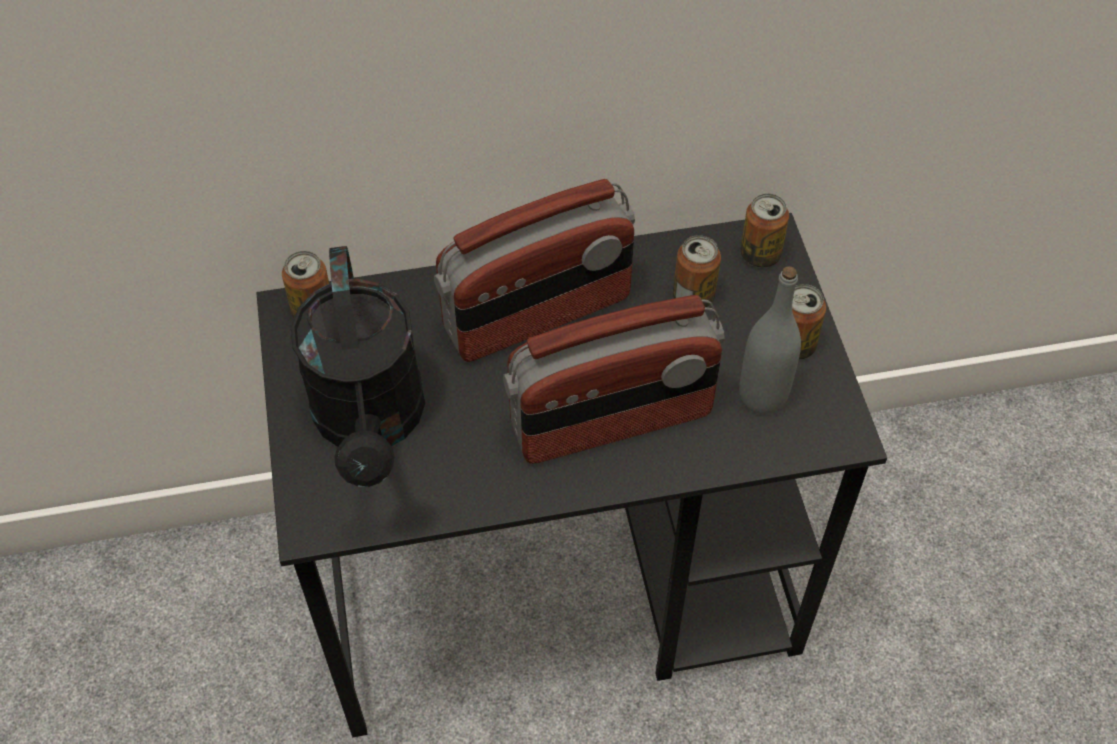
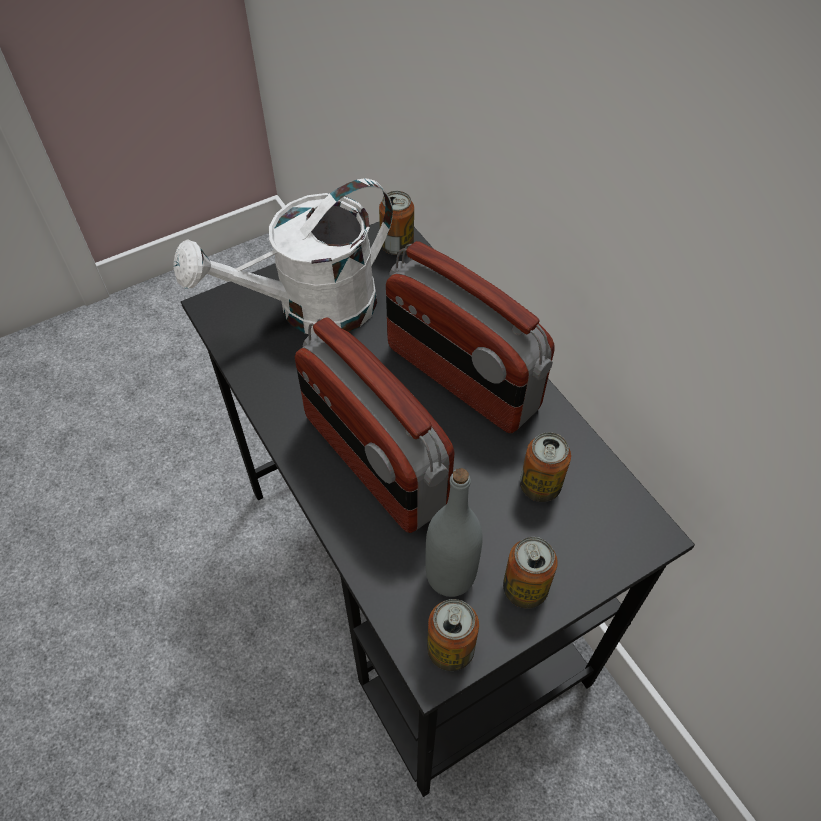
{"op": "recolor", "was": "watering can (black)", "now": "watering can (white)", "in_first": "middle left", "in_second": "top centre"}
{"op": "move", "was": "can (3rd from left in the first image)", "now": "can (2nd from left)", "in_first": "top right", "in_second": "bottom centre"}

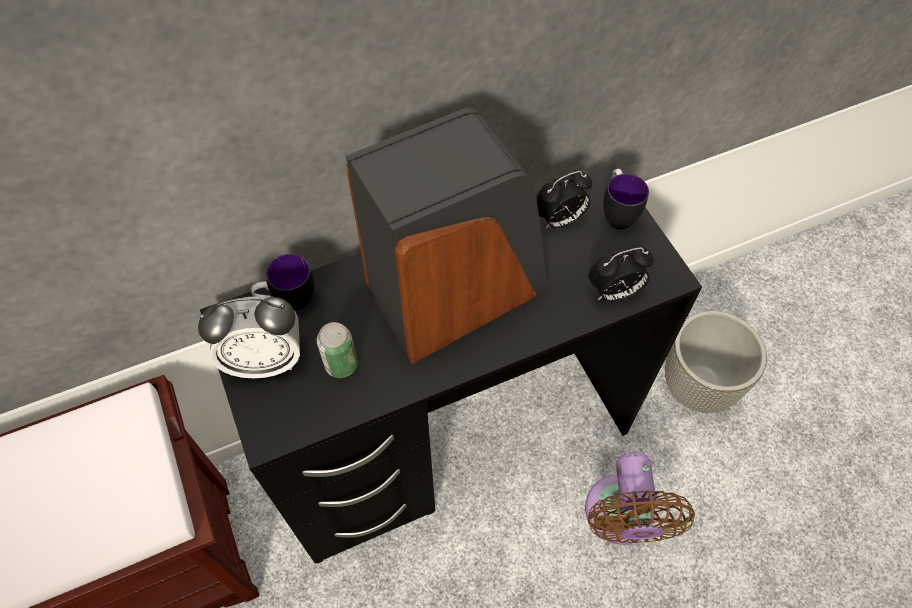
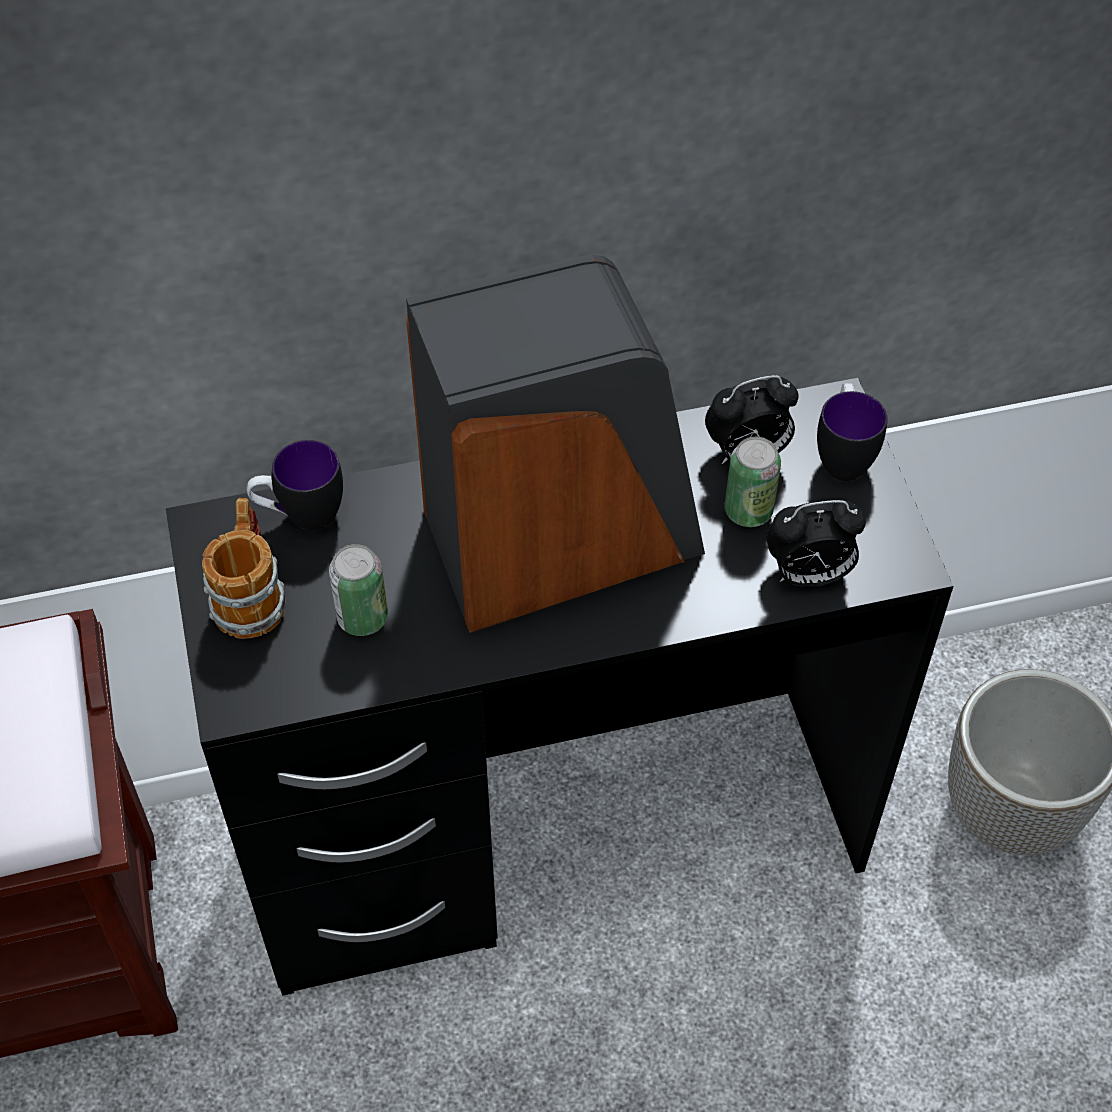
{"op": "replace", "was": "alarm clock (1st from left)", "now": "mug (1st from left)", "in_first": "middle left", "in_second": "middle left"}
{"op": "insert", "now": "can (2nd from left)", "in_second": "middle right"}
{"op": "delete", "was": "fan (brown)", "in_first": "bottom right"}

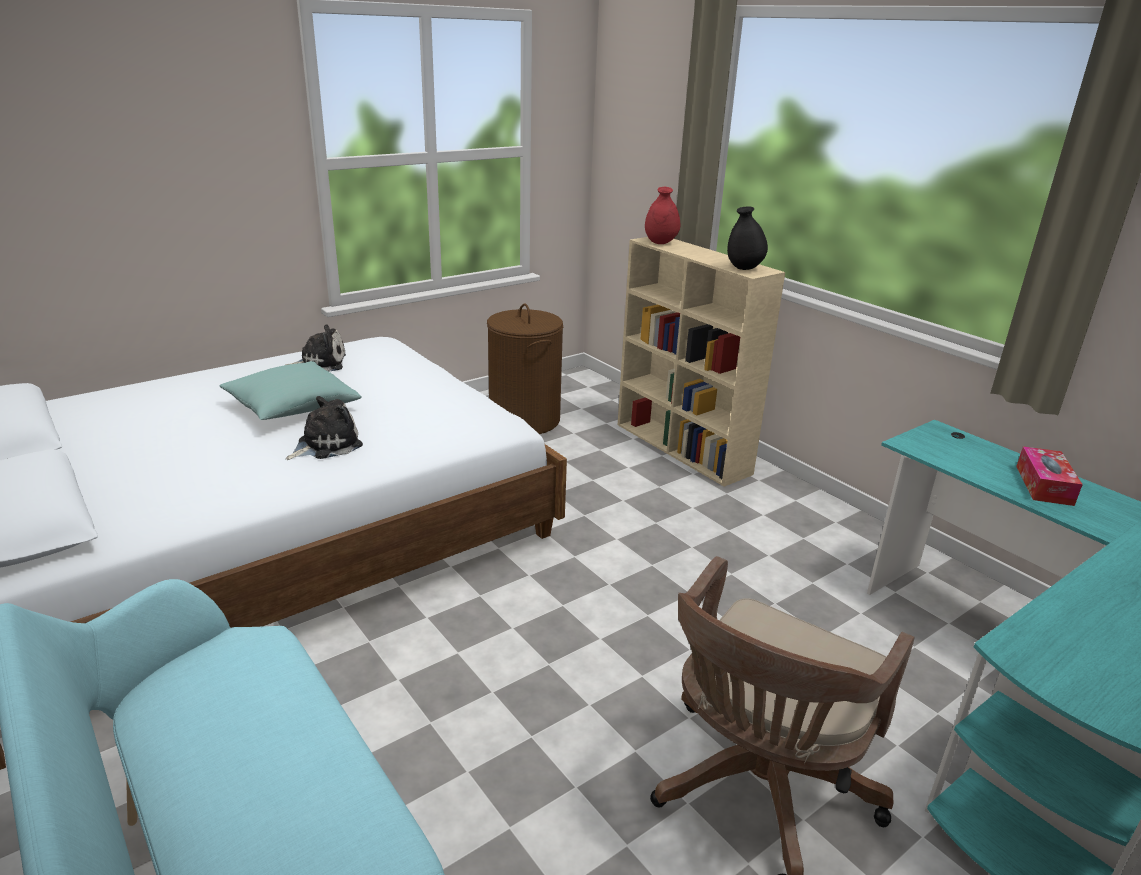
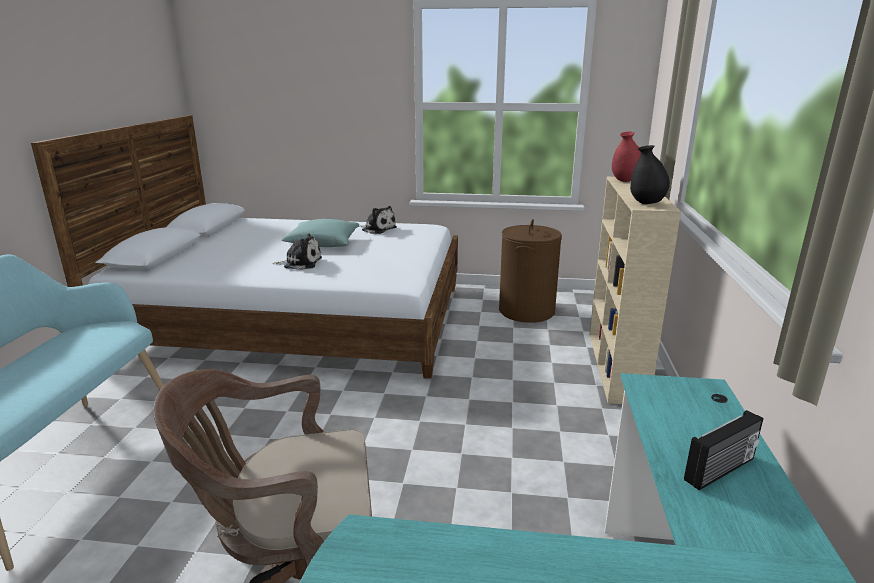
{"op": "replace", "was": "tissue box", "now": "radio", "in_first": "middle right", "in_second": "bottom right"}

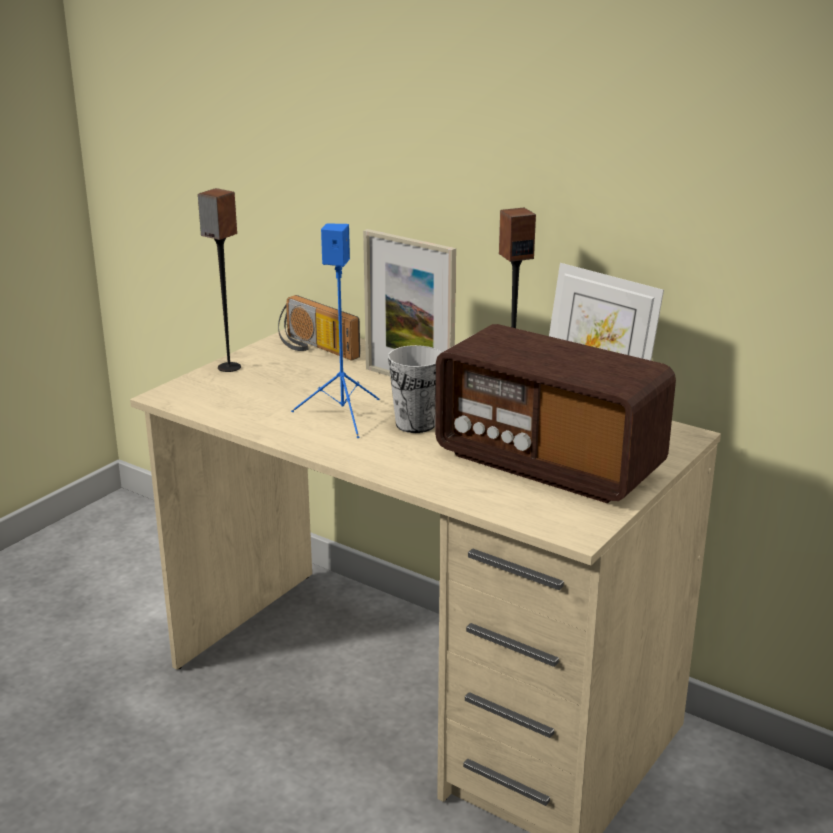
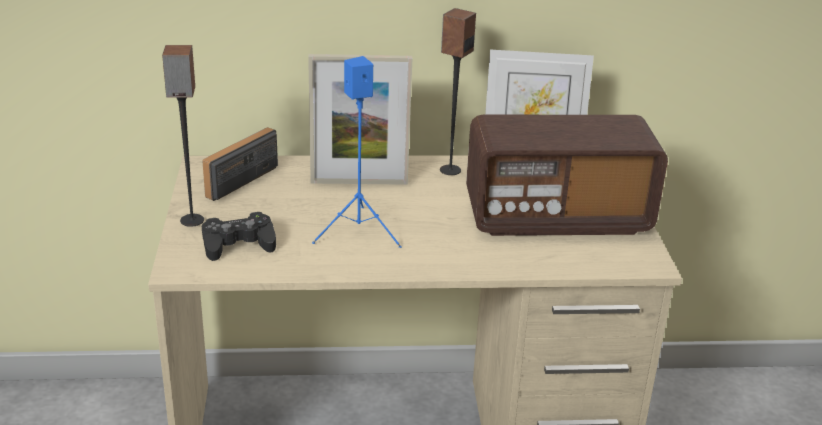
{"op": "rotate", "was": "radio (1st from left)", "in_first": "centre", "in_second": "middle left", "clockwise": 120}
{"op": "insert", "now": "game controller (black)", "in_second": "middle left"}
{"op": "delete", "was": "cup", "in_first": "centre"}

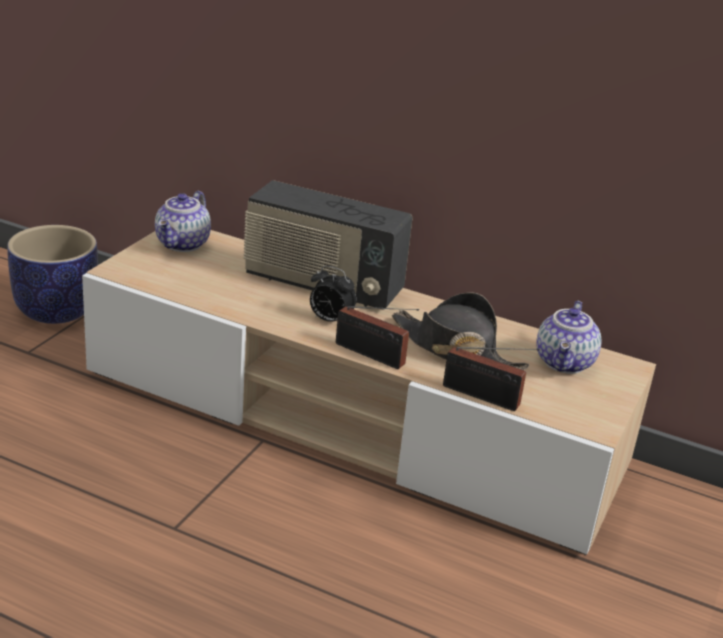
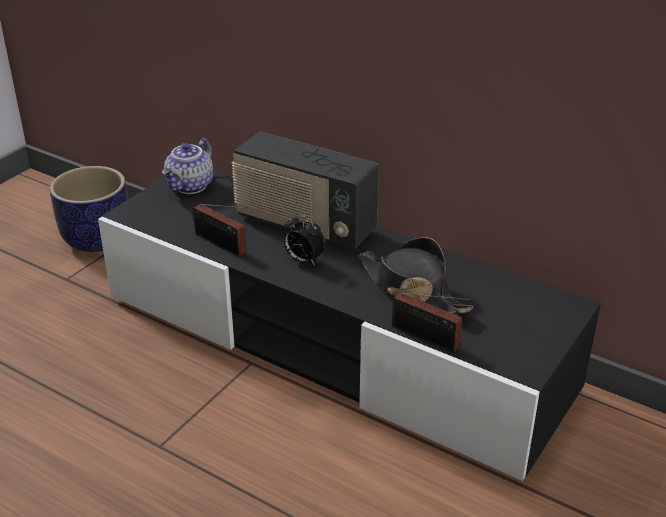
{"op": "recolor", "was": "tv stand (beige)", "now": "tv stand (black)", "in_first": "centre", "in_second": "centre"}
{"op": "move", "was": "radio (2nd from left in the first image)", "now": "radio (1st from left)", "in_first": "centre", "in_second": "middle left"}
{"op": "delete", "was": "teapot (2nd from left)", "in_first": "middle right"}

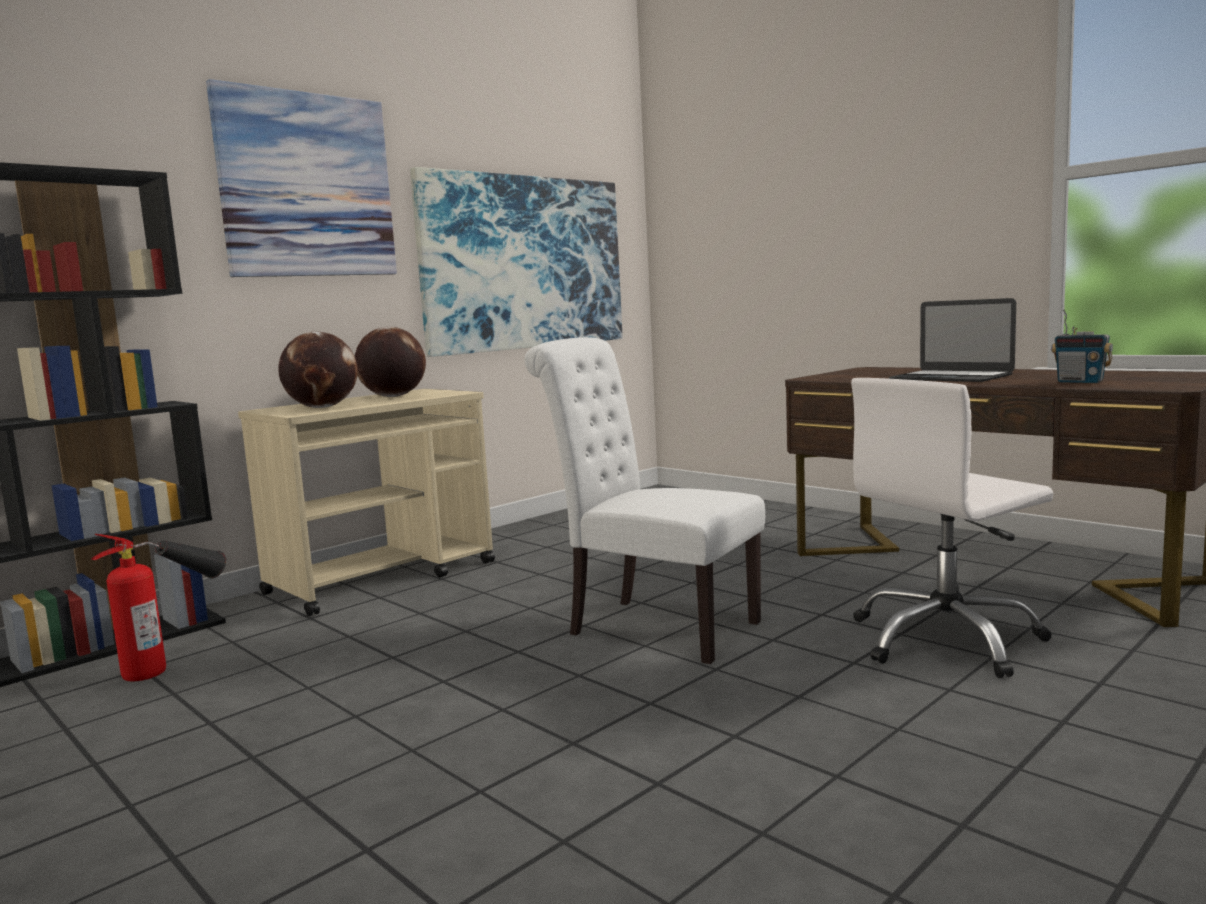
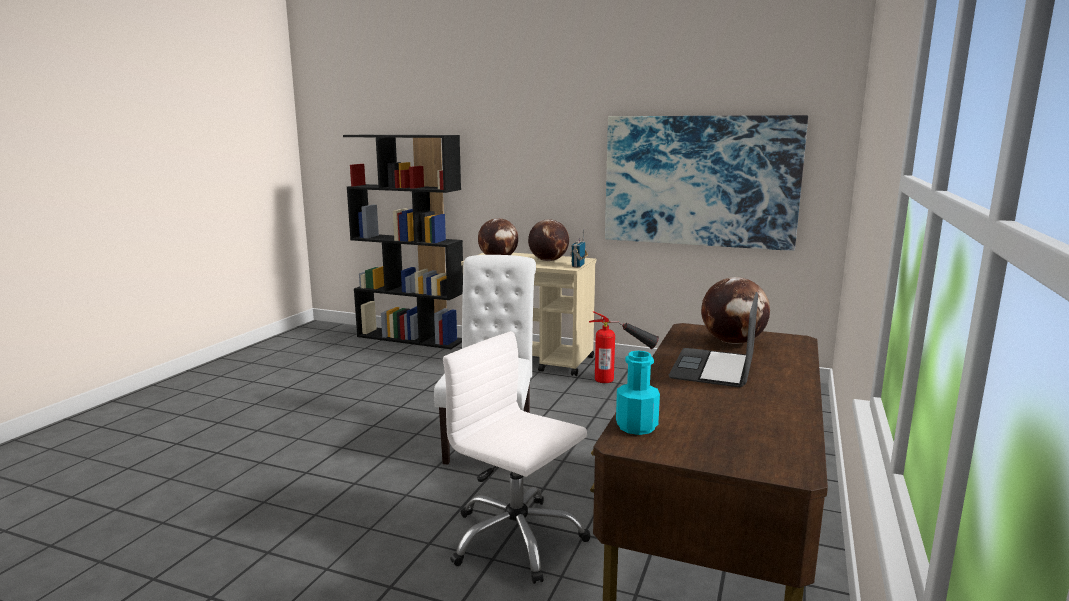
{"op": "move", "was": "radio", "in_first": "middle right", "in_second": "centre"}
{"op": "move", "was": "fire extinguisher", "in_first": "bottom left", "in_second": "centre"}
{"op": "insert", "now": "bottle (turquoise)", "in_second": "centre"}
{"op": "insert", "now": "globe (3rd from left)", "in_second": "middle right"}
{"op": "delete", "was": "picture (1st from left)", "in_first": "top left"}

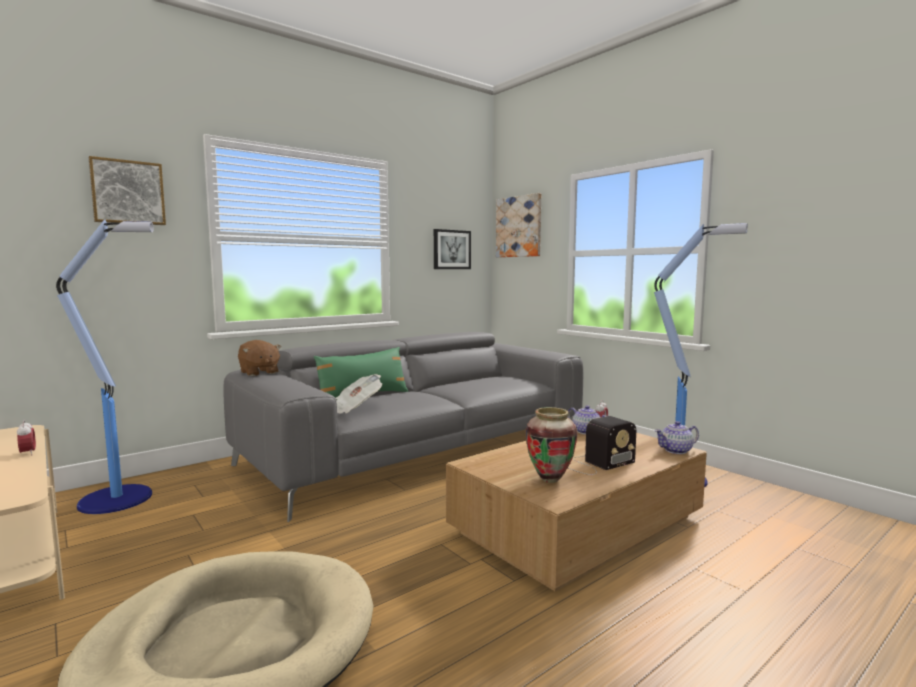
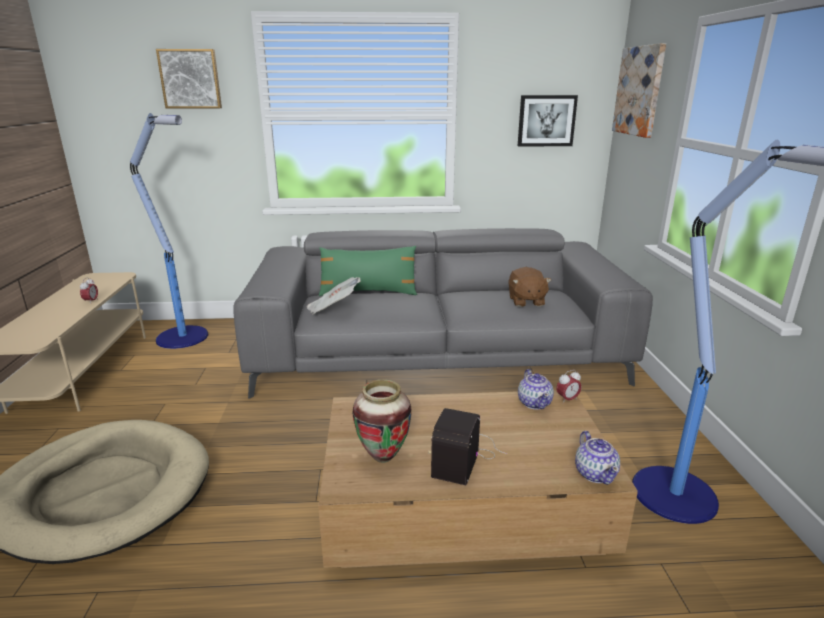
{"op": "rotate", "was": "radio", "in_first": "centre", "in_second": "bottom centre", "clockwise": 105}
{"op": "move", "was": "plush toy (brown)", "in_first": "middle left", "in_second": "centre"}
{"op": "rotate", "was": "teapot (2nd from left)", "in_first": "middle right", "in_second": "bottom right", "clockwise": -120}

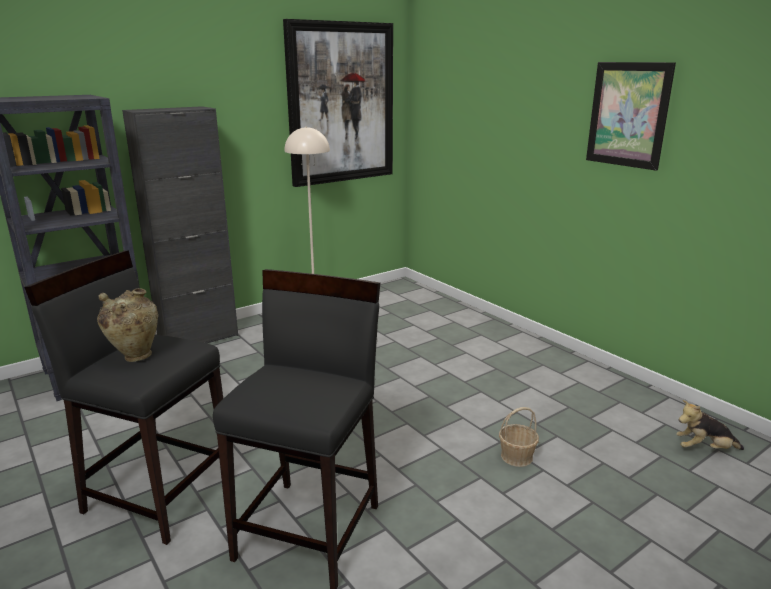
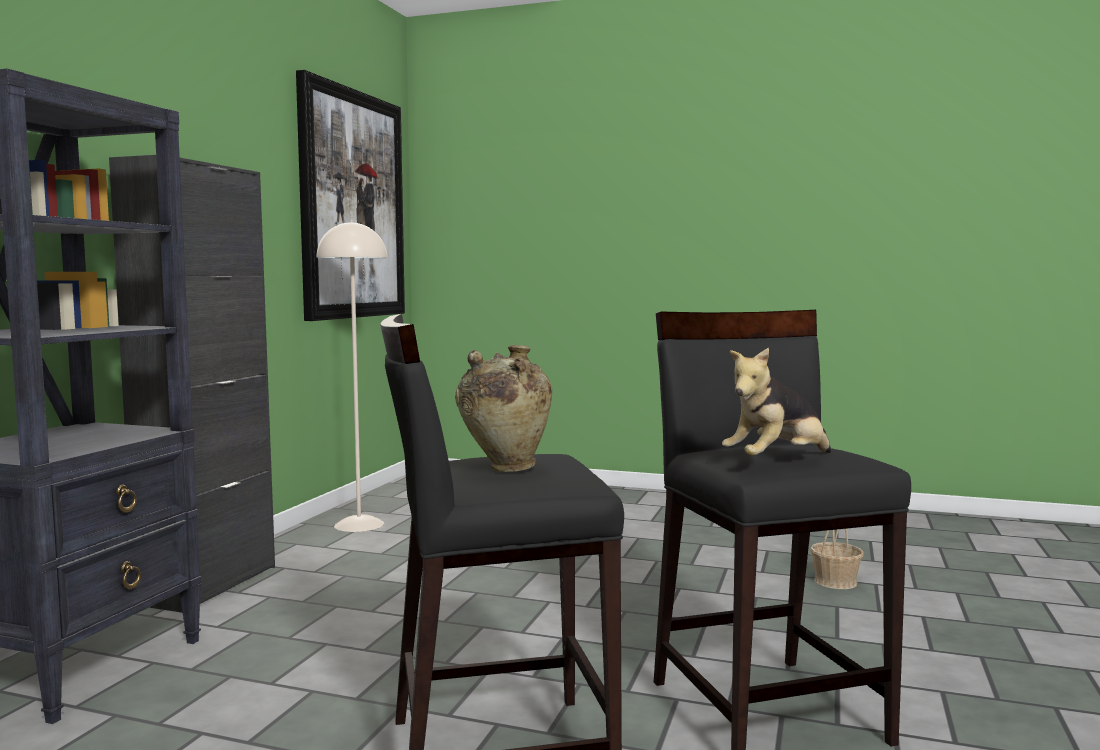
{"op": "move", "was": "plush toy", "in_first": "bottom right", "in_second": "middle right"}
{"op": "delete", "was": "picture (2nd from left)", "in_first": "top right"}

